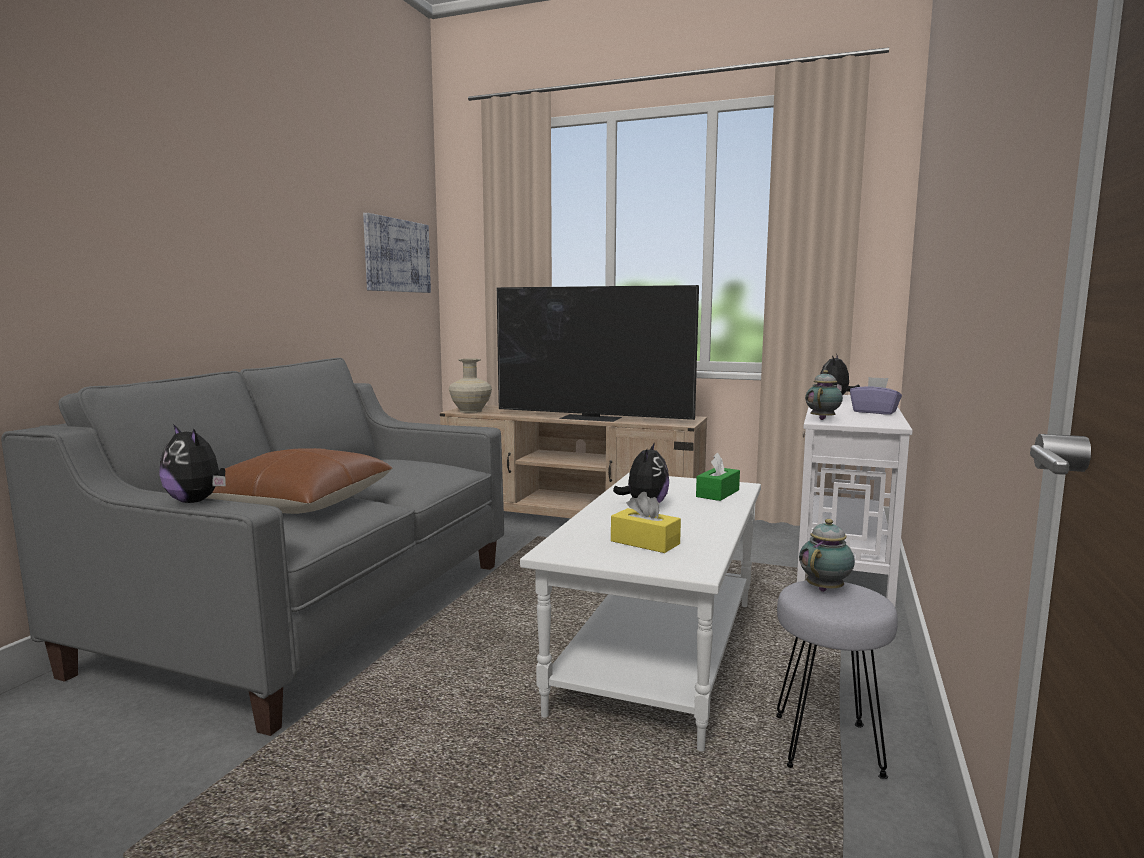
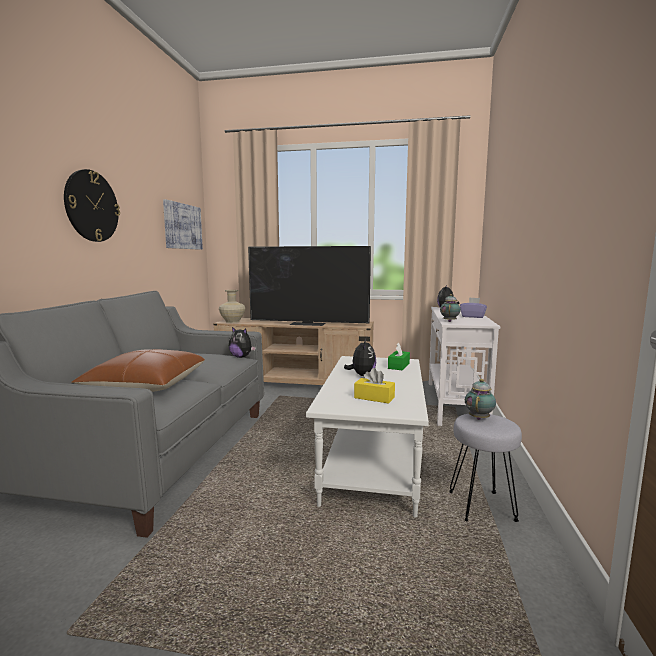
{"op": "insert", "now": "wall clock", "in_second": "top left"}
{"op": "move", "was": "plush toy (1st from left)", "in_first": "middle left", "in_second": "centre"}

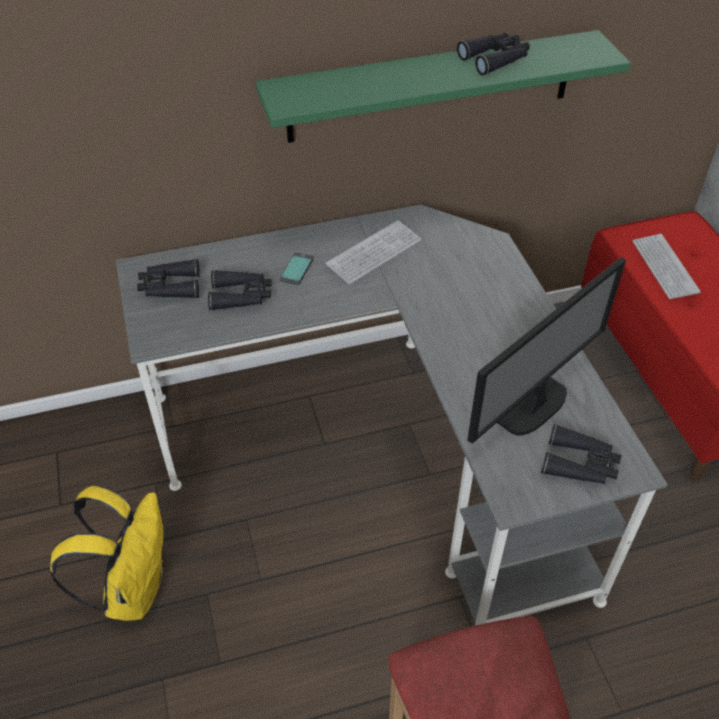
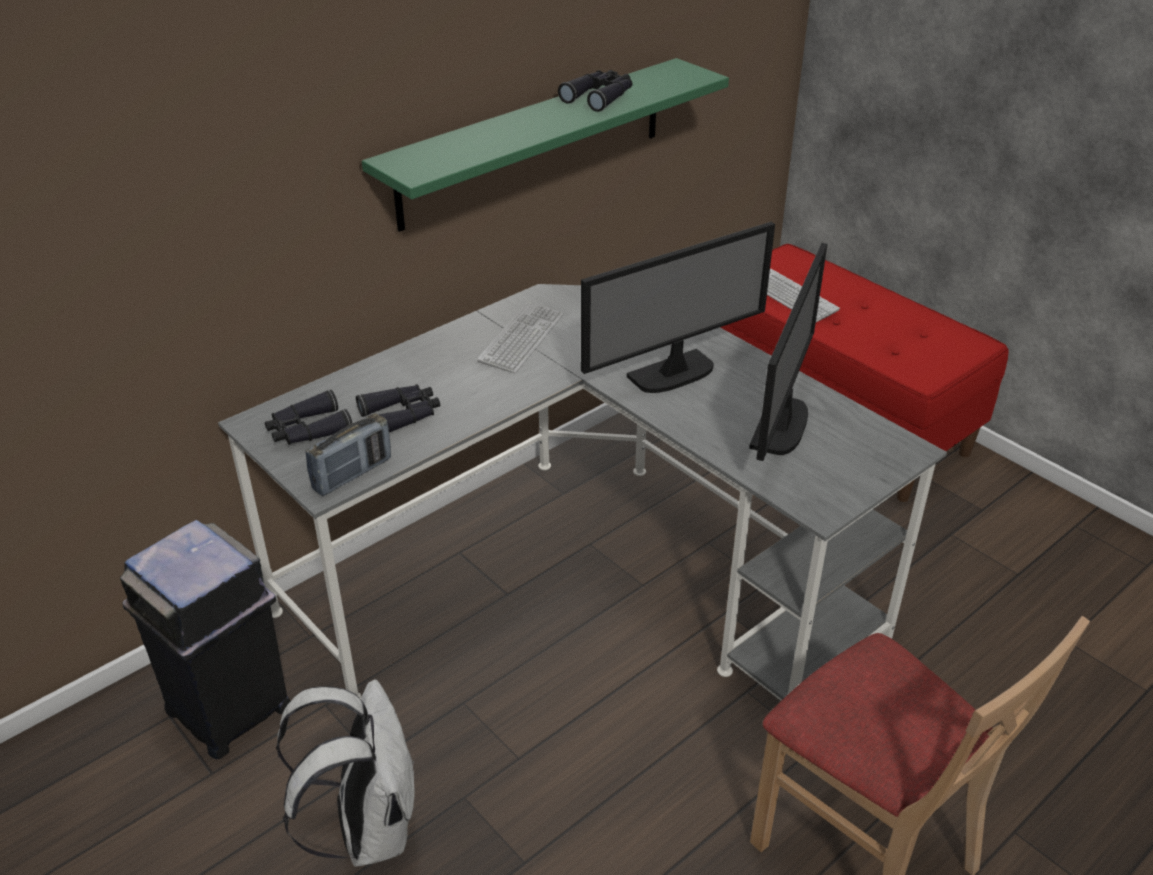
{"op": "insert", "now": "trash can (black)", "in_second": "bottom left"}
{"op": "recolor", "was": "backpack (yellow)", "now": "backpack (white)", "in_first": "bottom left", "in_second": "bottom left"}
{"op": "insert", "now": "radio", "in_second": "middle left"}
{"op": "insert", "now": "monitor (1st from left)", "in_second": "centre"}
{"op": "delete", "was": "phone", "in_first": "centre"}
{"op": "delete", "was": "binoculars (black) (4th from left)", "in_first": "middle right"}

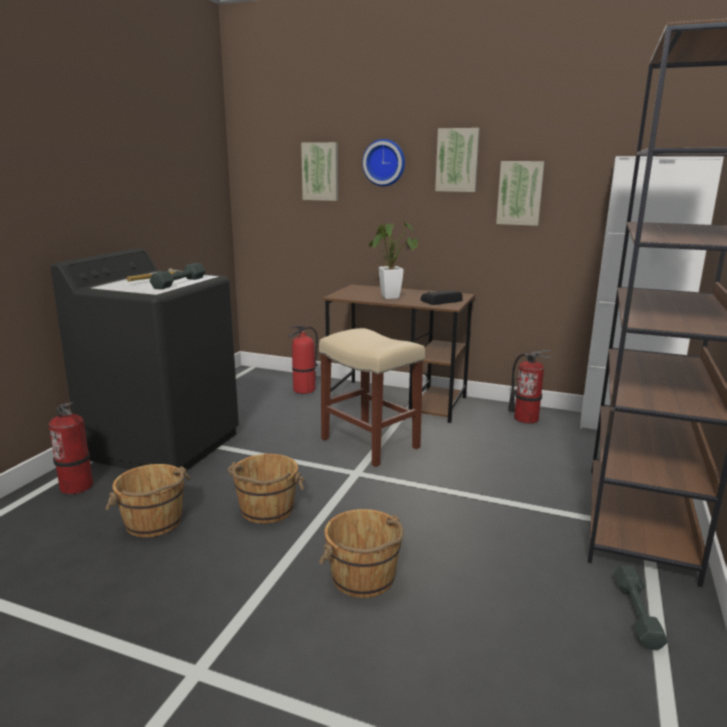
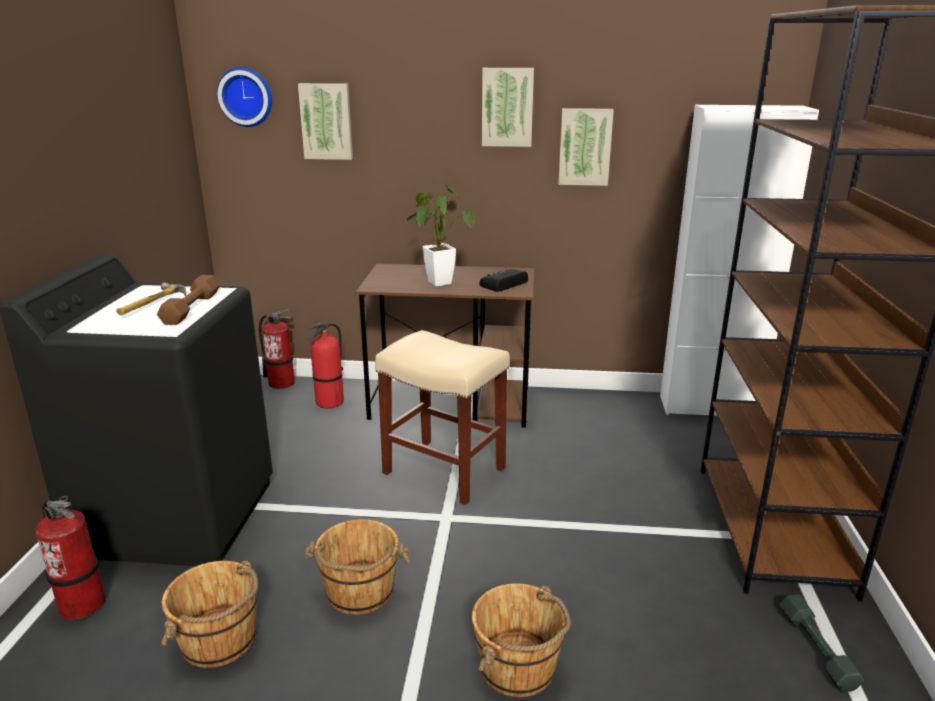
{"op": "recolor", "was": "dumbbell (grey) (1st from left)", "now": "dumbbell (brown)", "in_first": "middle left", "in_second": "middle left"}
{"op": "move", "was": "wall clock", "in_first": "top centre", "in_second": "top left"}
{"op": "move", "was": "fire extinguisher (3rd from left in the first image)", "now": "fire extinguisher (2nd from left)", "in_first": "middle right", "in_second": "middle left"}

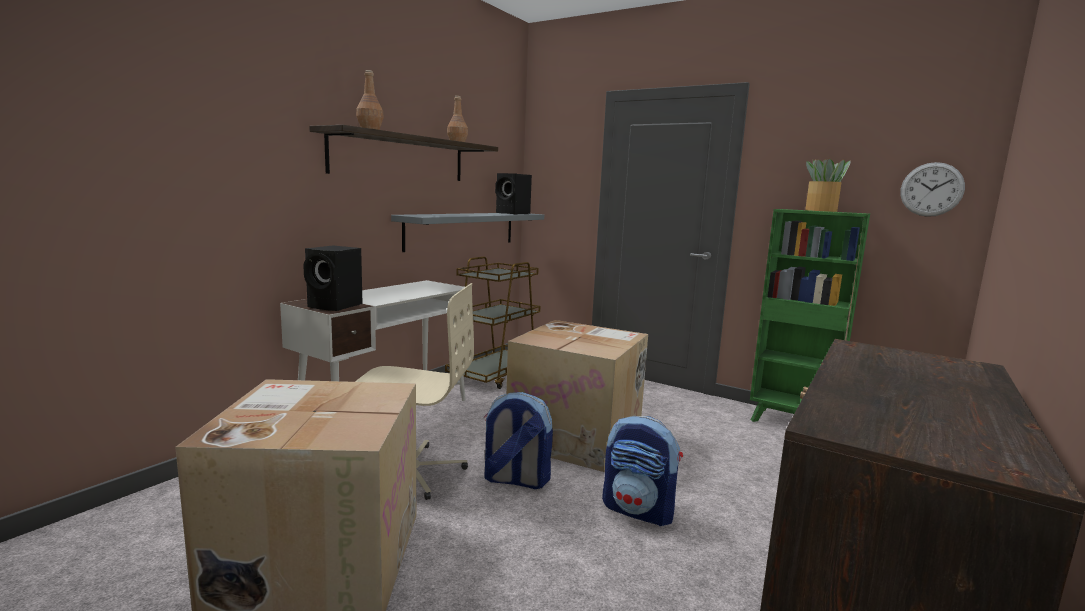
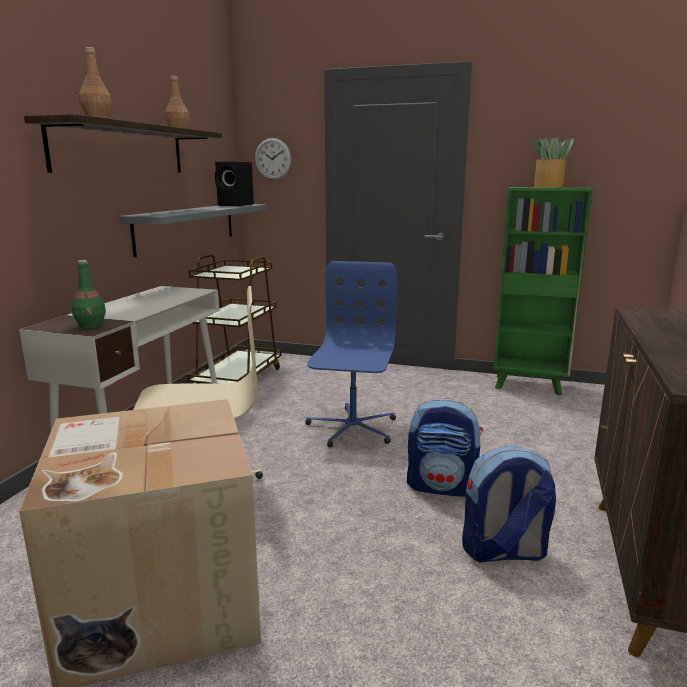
{"op": "replace", "was": "speaker (black) (1st from left)", "now": "bottle (green)", "in_first": "middle left", "in_second": "middle left"}
{"op": "move", "was": "wall clock", "in_first": "top right", "in_second": "top centre"}
{"op": "replace", "was": "cardboard box (2nd from left)", "now": "office chair (blue)", "in_first": "centre", "in_second": "centre"}
{"op": "move", "was": "backpack (1st from left in the first image)", "now": "backpack (2nd from left)", "in_first": "bottom centre", "in_second": "bottom right"}

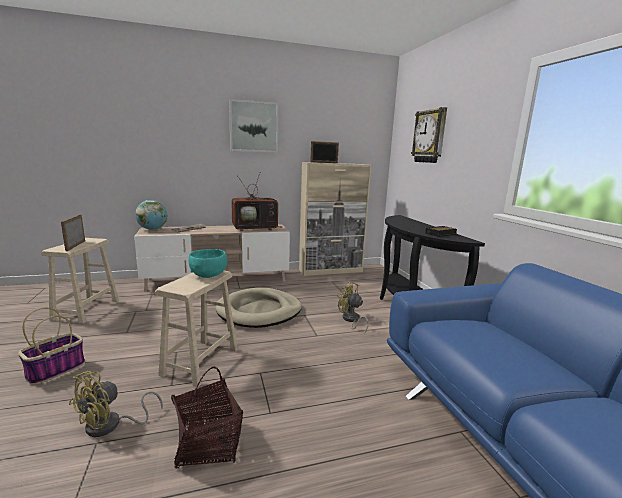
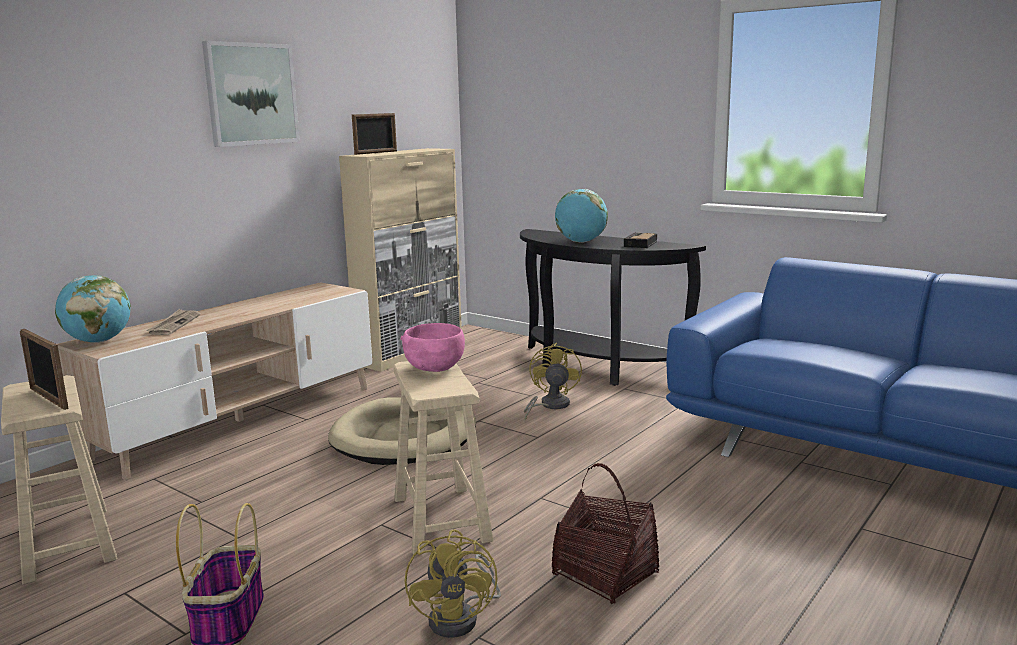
{"op": "recolor", "was": "bowl (turquoise)", "now": "bowl (pink)", "in_first": "middle left", "in_second": "centre"}
{"op": "rotate", "was": "fan (yellow) (2nd from left)", "in_first": "centre", "in_second": "centre", "clockwise": 90}
{"op": "insert", "now": "globe (2nd from left)", "in_second": "centre"}
{"op": "delete", "was": "television", "in_first": "centre"}
{"op": "delete", "was": "wall clock", "in_first": "top right"}

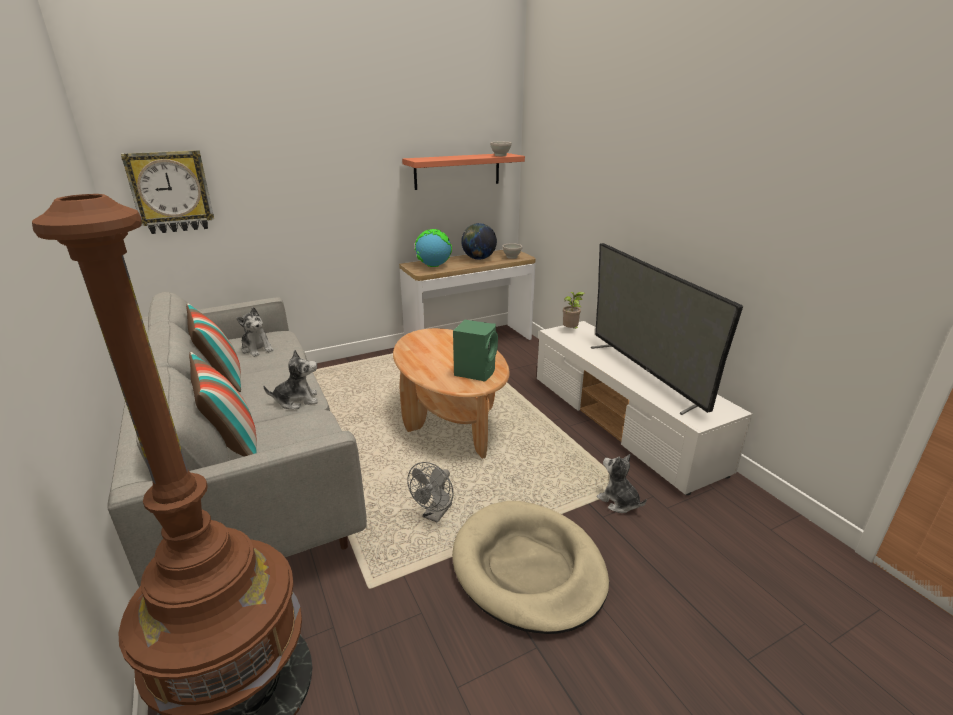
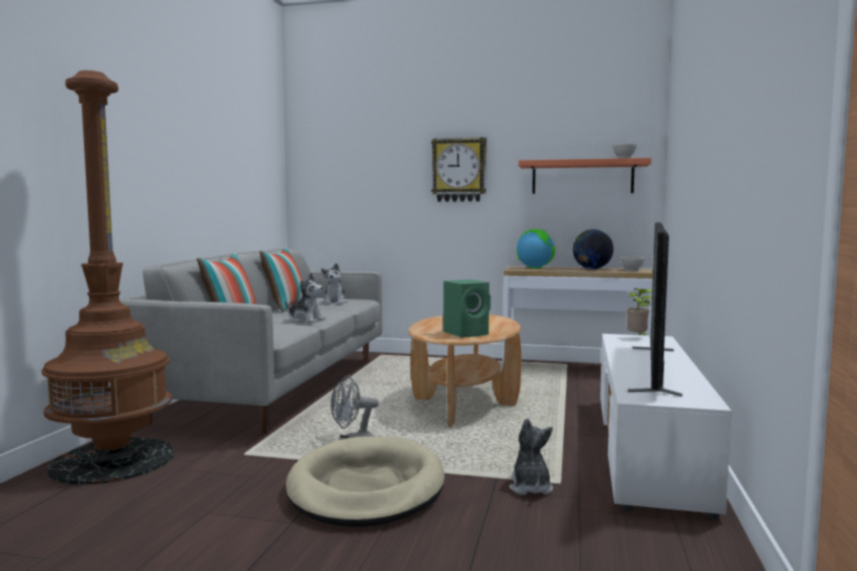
{"op": "move", "was": "wall clock", "in_first": "top left", "in_second": "top centre"}

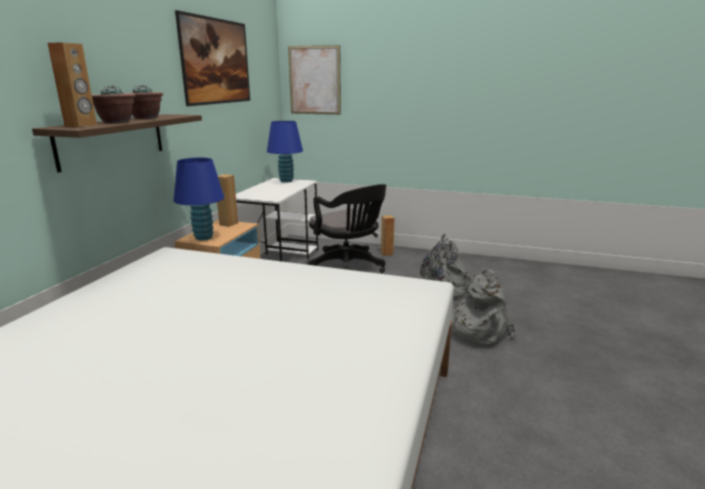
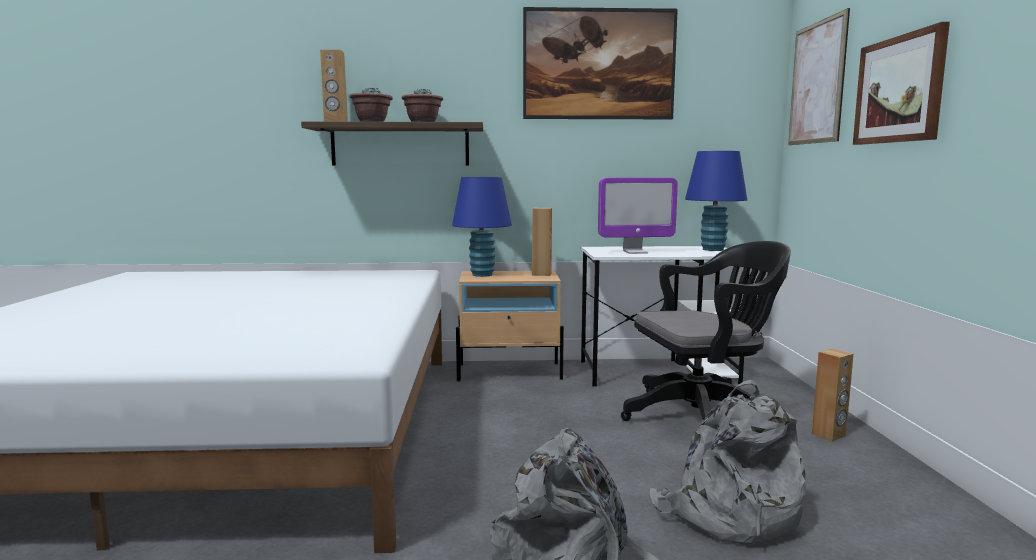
{"op": "insert", "now": "monitor", "in_second": "centre"}
{"op": "rotate", "was": "office chair (black)", "in_first": "centre", "in_second": "middle right", "clockwise": -135}
{"op": "insert", "now": "picture (3rd from left)", "in_second": "top right"}

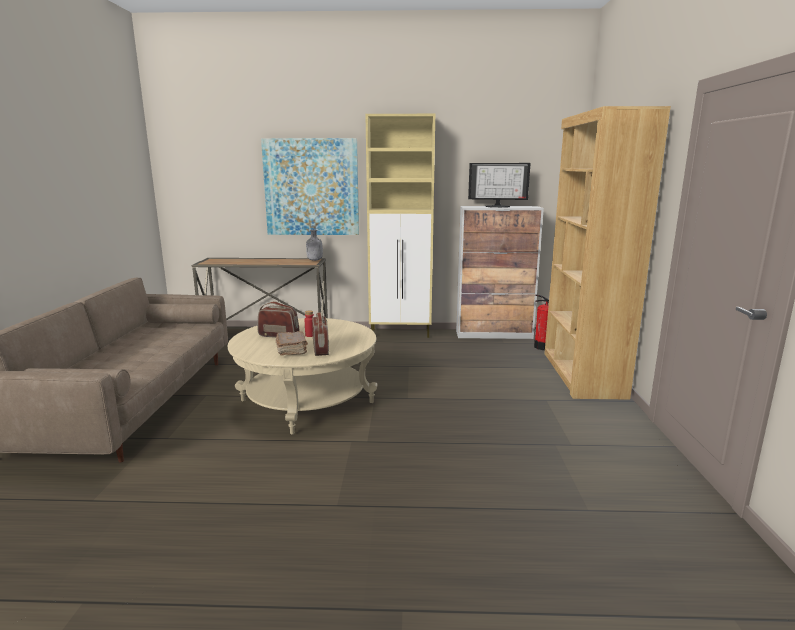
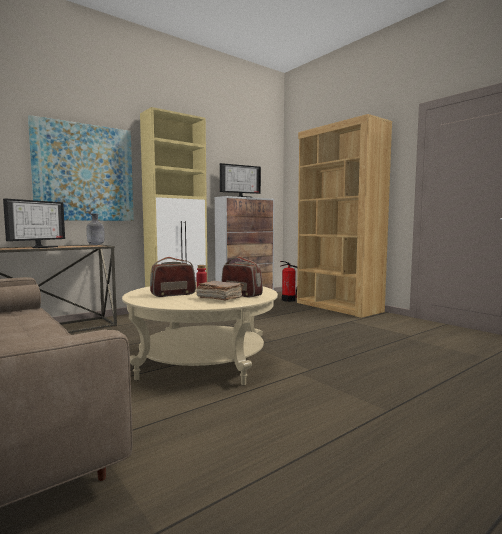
{"op": "insert", "now": "monitor (1st from left)", "in_second": "middle left"}

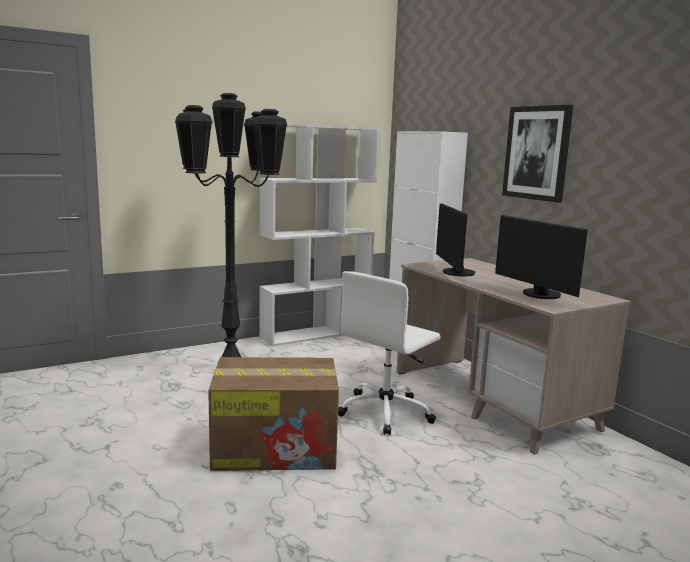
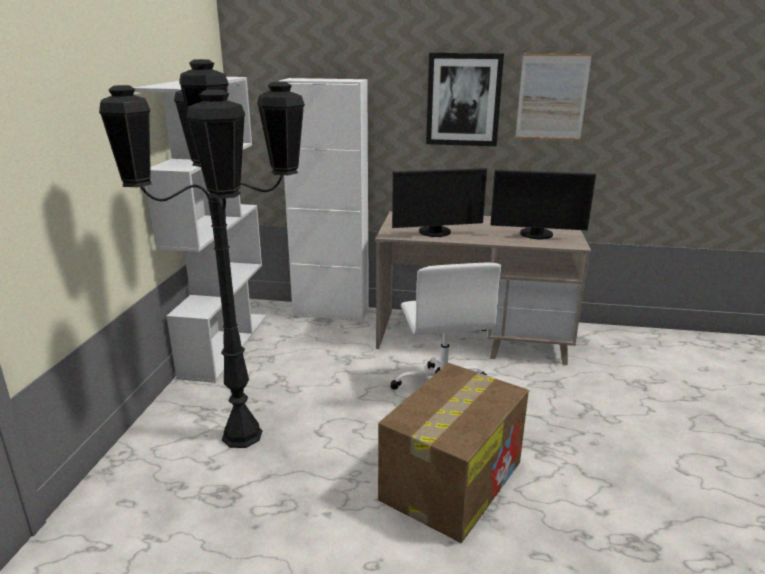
{"op": "rotate", "was": "monitor (1st from left)", "in_first": "centre", "in_second": "centre", "clockwise": -45}
{"op": "insert", "now": "picture (2nd from left)", "in_second": "top right"}

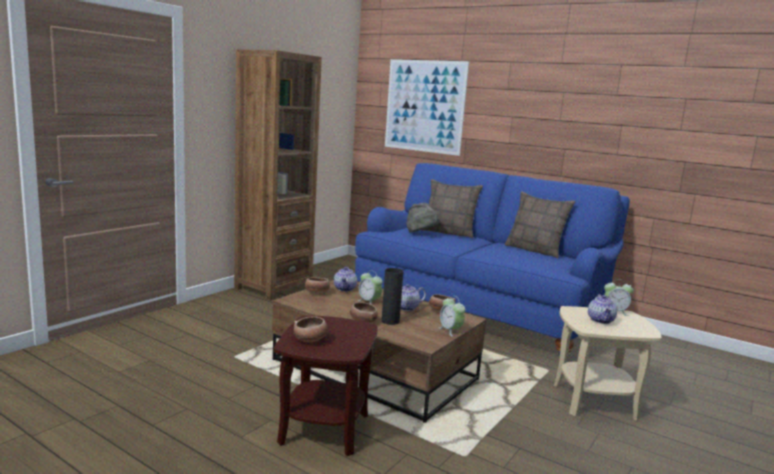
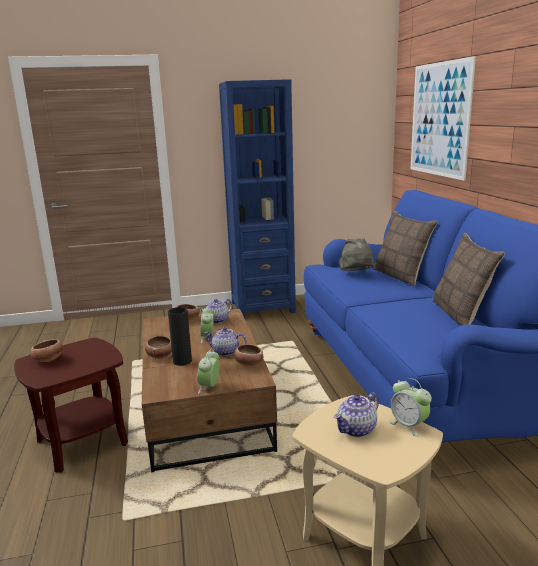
{"op": "recolor", "was": "bookcase (brown)", "now": "bookcase (blue)", "in_first": "centre", "in_second": "centre"}

